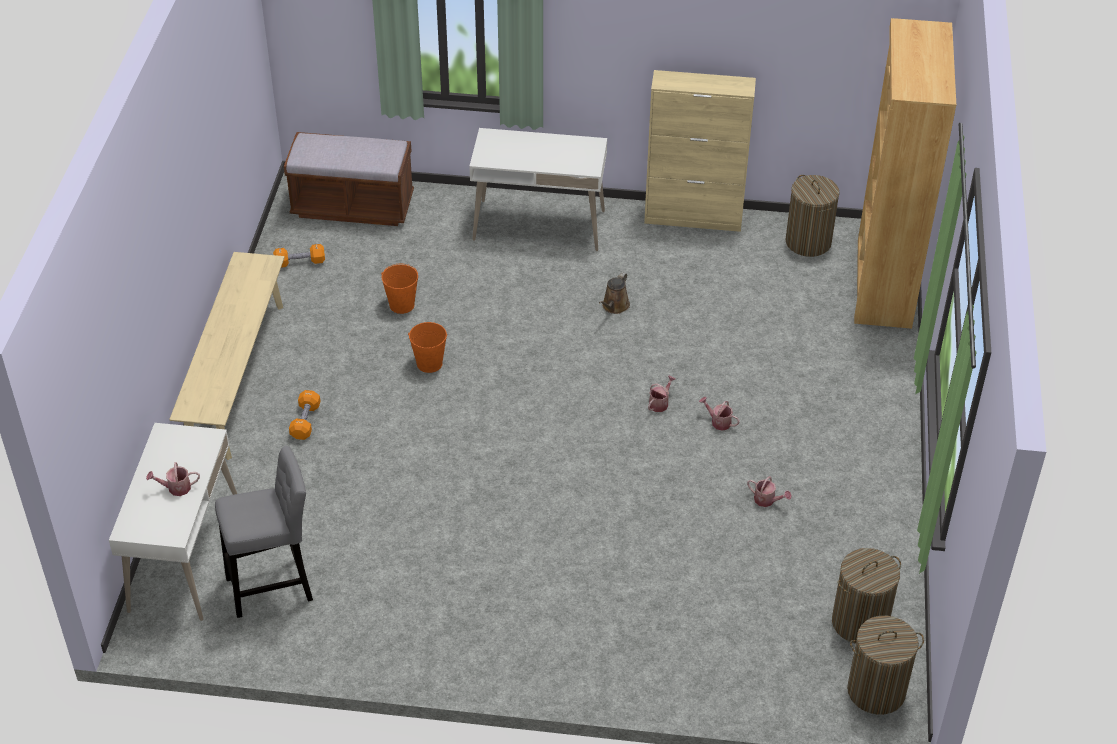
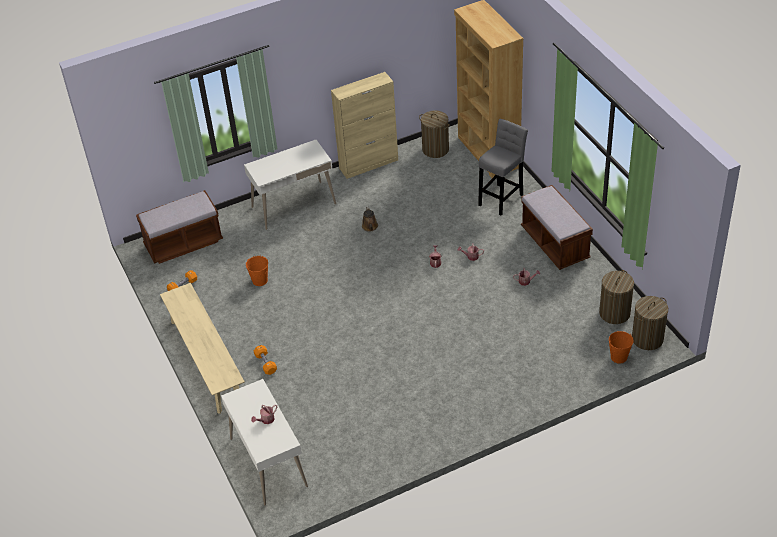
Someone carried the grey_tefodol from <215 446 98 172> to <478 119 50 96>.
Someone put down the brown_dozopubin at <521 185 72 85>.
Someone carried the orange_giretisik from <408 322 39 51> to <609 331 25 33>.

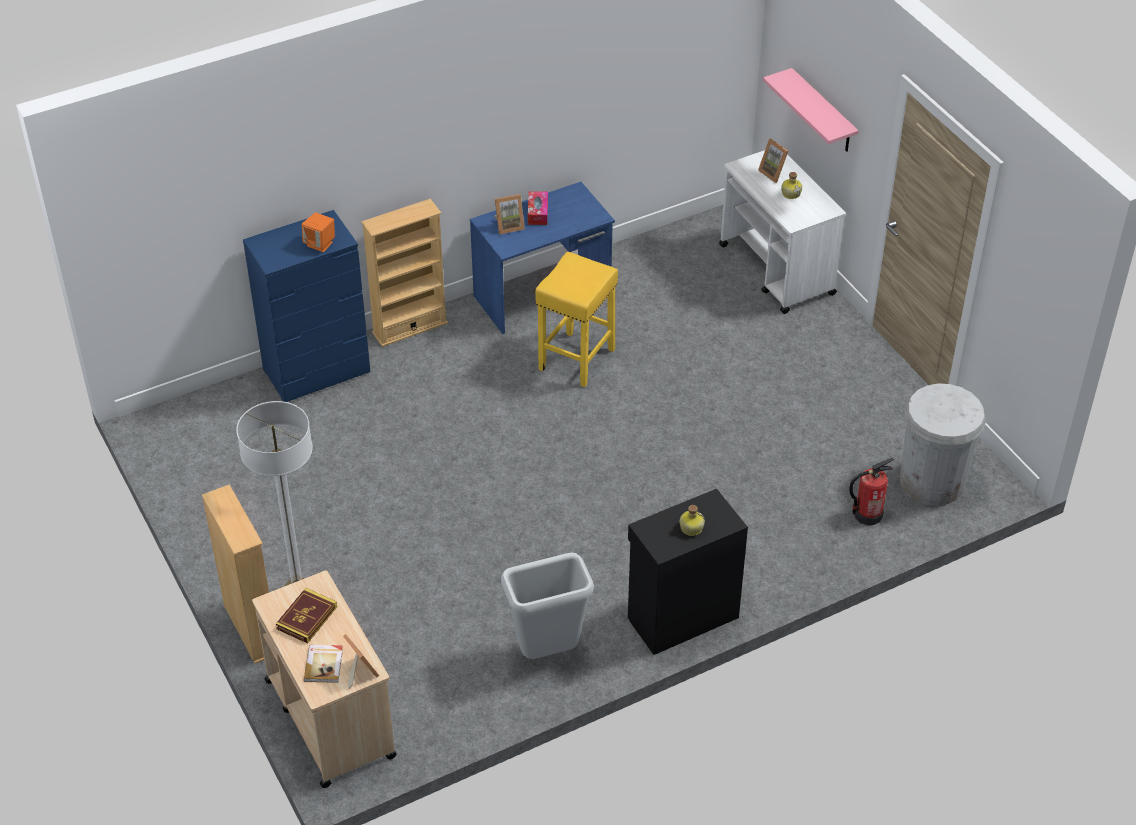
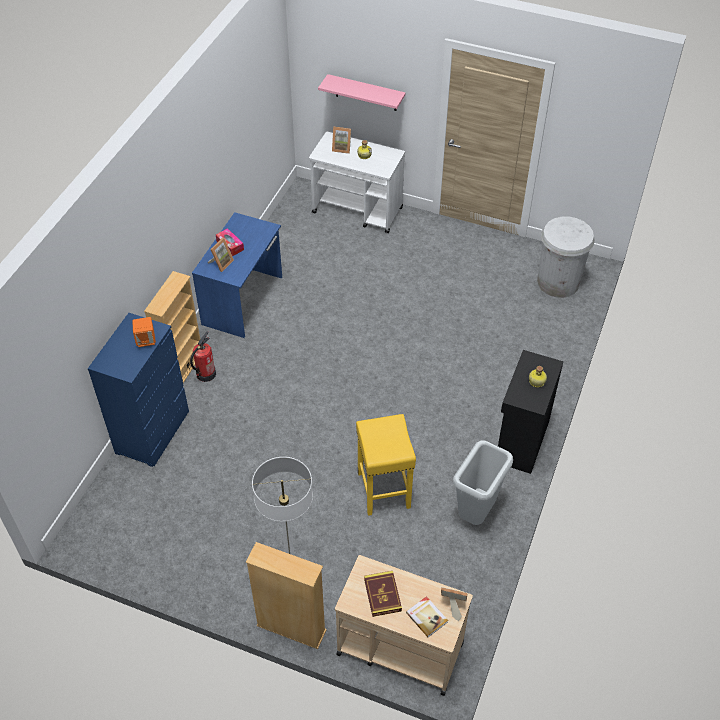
Someone carried the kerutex from <849 458 45 67> to <190 331 26 51>.
Someone carried the yellow_tefodol from <535 252 83 135> to <356 414 60 102>.

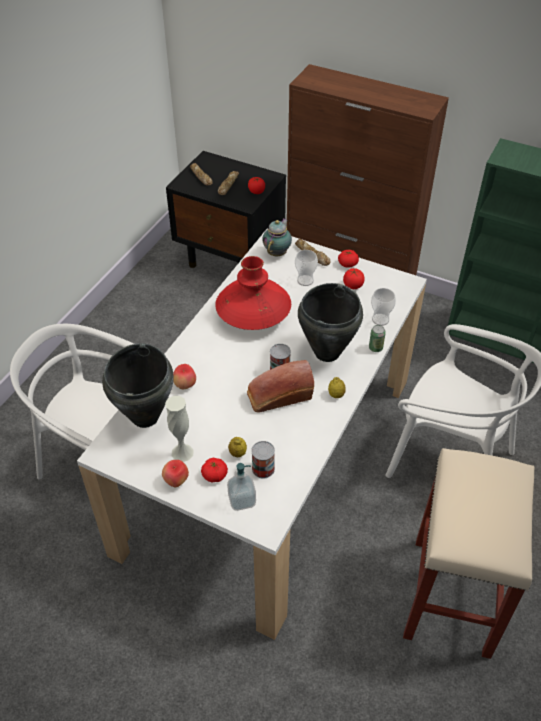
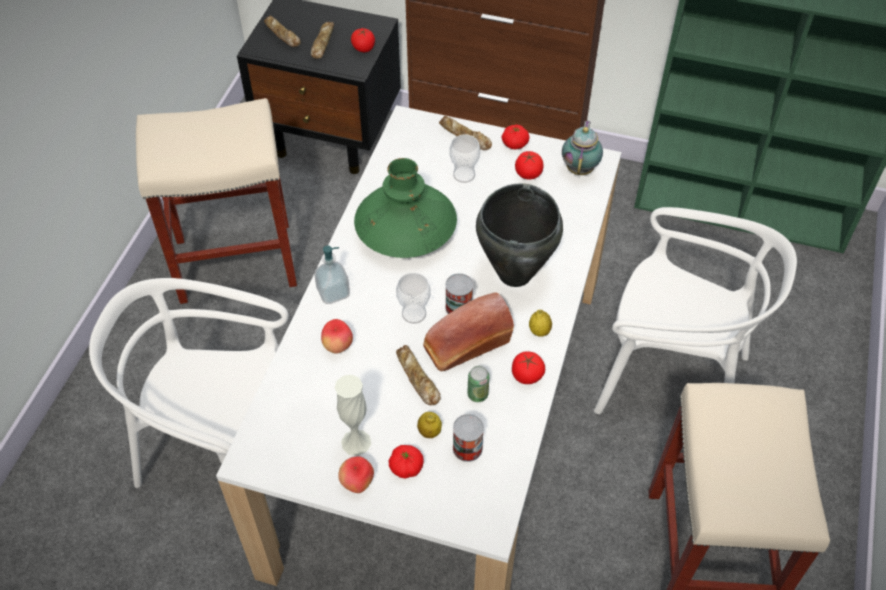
Someone put down the beige_tefodol at <136 98 161 206>.
Someone carried the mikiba from <227 463 29 48> to <314 245 36 59>.
Someone repainted the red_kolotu at <215 256 76 74>, which became the green_kolotu at <354 158 103 100>.
Someone carried the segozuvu from <371 288 25 38> to <396 273 35 51>.
Someone put down the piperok at <396 345 45 60>.
Someone carried the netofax from <369 325 17 27> to <467 366 23 36>.
Someone put down the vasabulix at <512 352 33 32>.
Someone carried the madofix from <262 218 30 38> to <562 120 41 55>.
Someone took away the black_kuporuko at <102 343 72 85>.

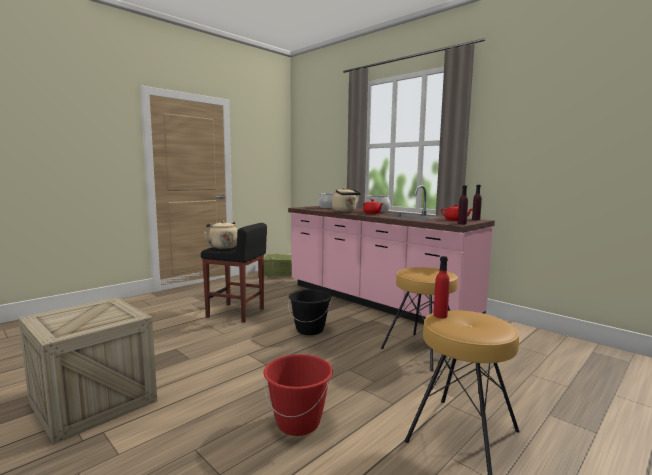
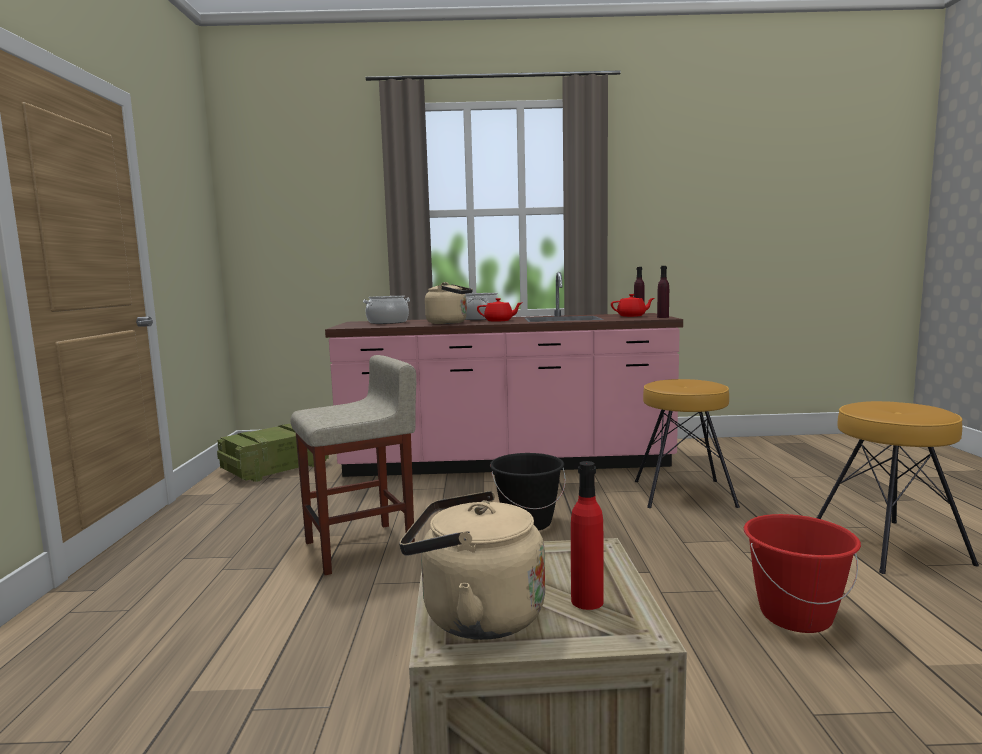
Someone repainted the black_tefodol at <201 223 66 100>, which became the beige_tefodol at <291 355 125 220>.
Someone carried the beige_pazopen from <204 221 34 28> to <399 491 146 149>.
Someone carried the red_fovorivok from <433 256 17 62> to <571 461 32 149>.

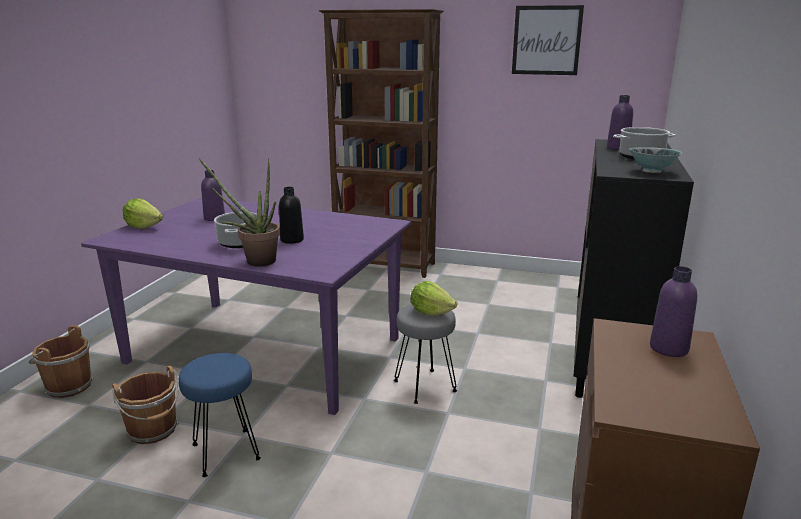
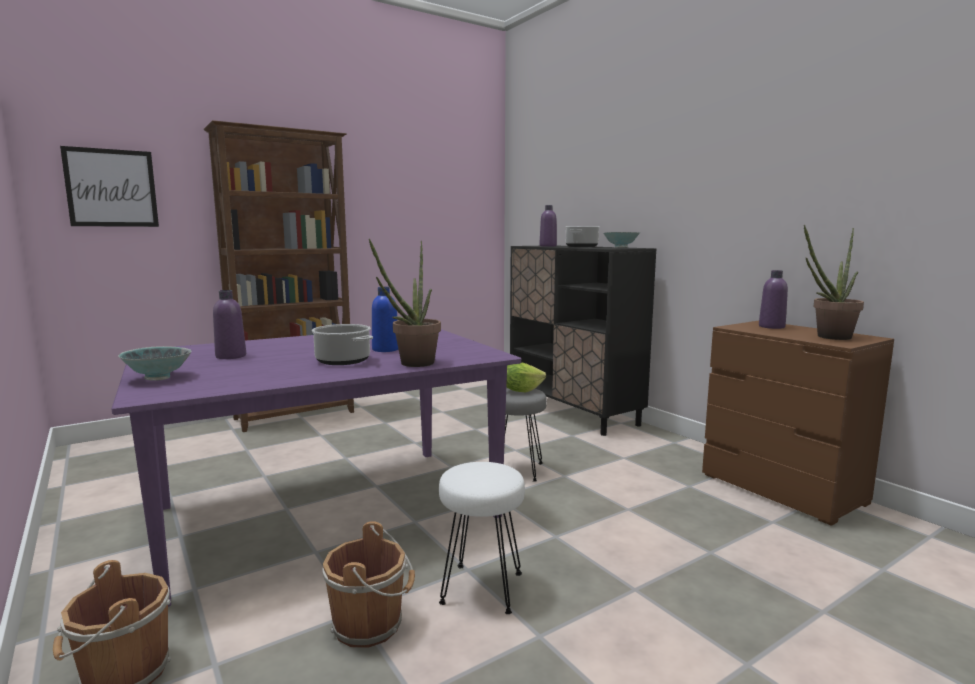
Someone carried the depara from <512 5 72 70> to <60 146 99 81>.
Someone swapped the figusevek at <123 198 40 31> for the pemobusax at <118 346 74 35>.
Someone repainted the black_fovorivok at <279 187 25 57>, which became the blue_fovorivok at <372 287 26 65>.
Someone repainted the blue_tefodol at <179 353 82 124>, which became the white_tefodol at <439 462 86 152>.
Someone put down the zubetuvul at <804 225 60 115>.

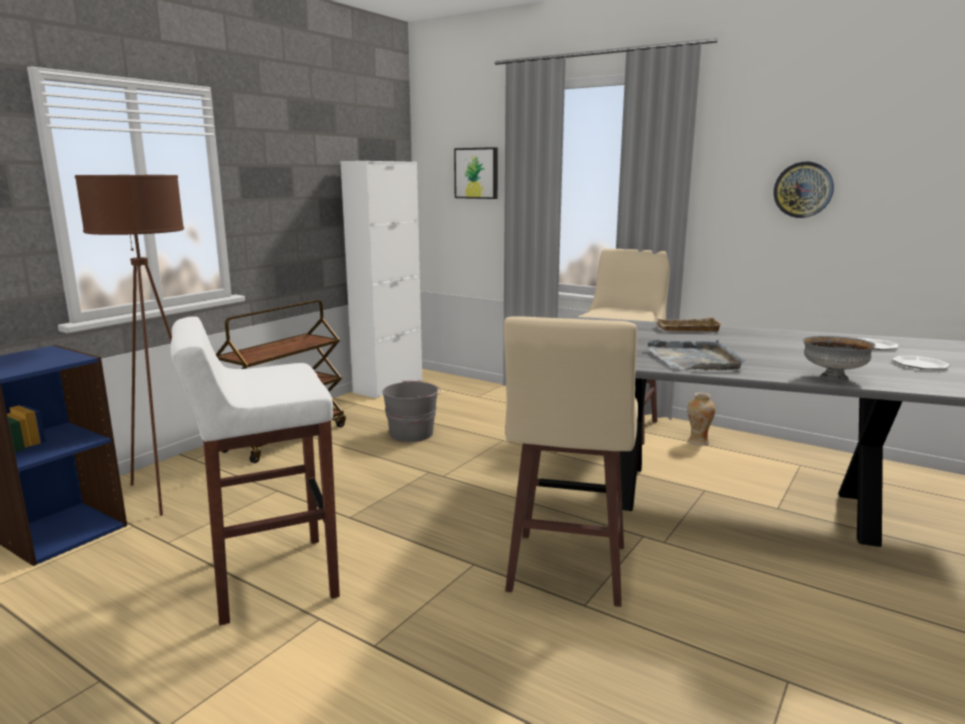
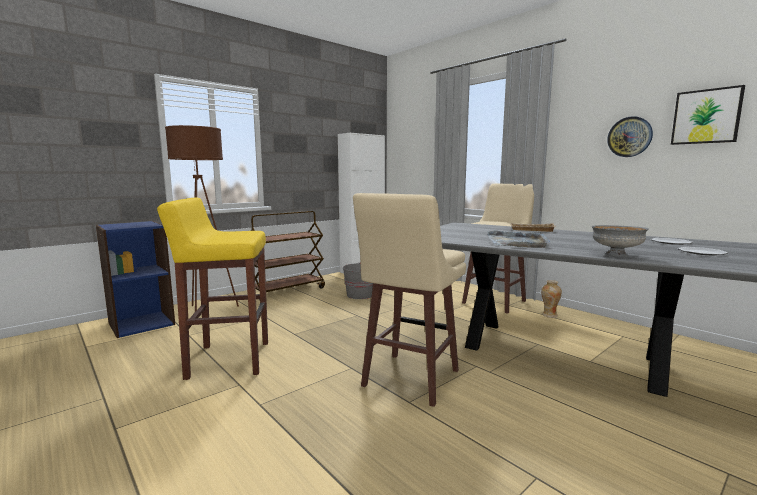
Someone repainted the white_tefodol at <170 316 170 309>, which became the yellow_tefodol at <157 198 111 182>.
Someone carried the depara from <454 147 44 52> to <671 85 74 60>.

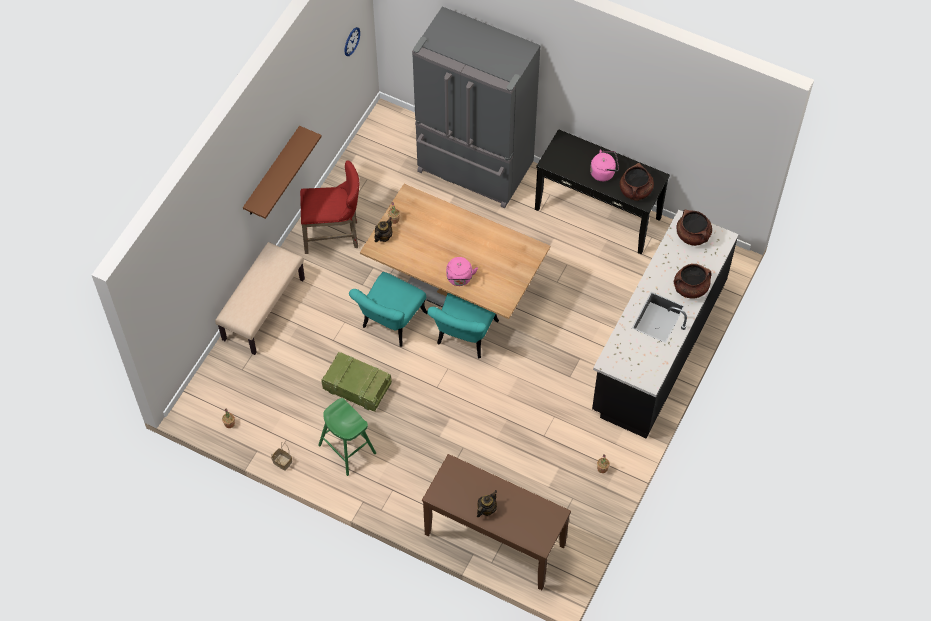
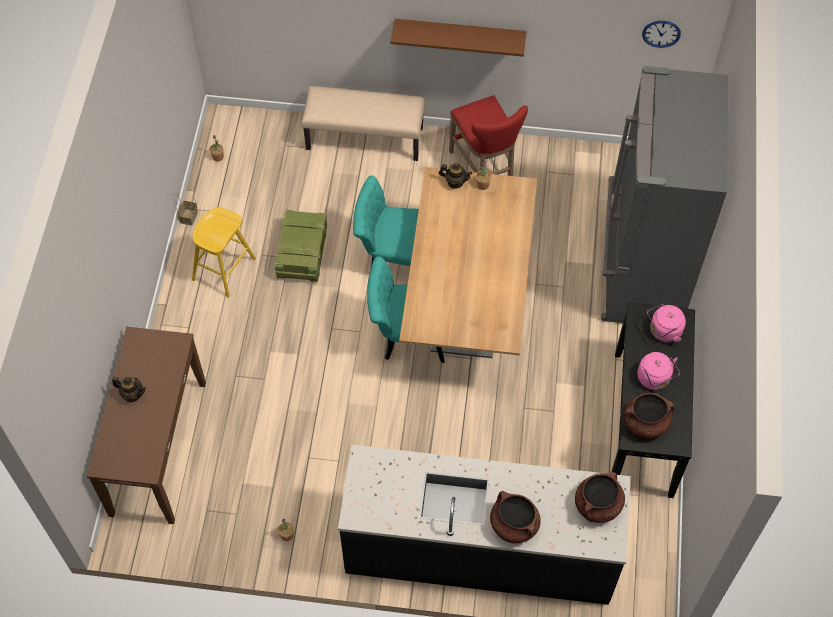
Someone repainted the green_tefodol at <318 398 58 78>, which became the yellow_tefodol at <192 207 64 90>.
Someone carried the pink_pazopen from <446 257 32 29> to <647 304 39 38>.

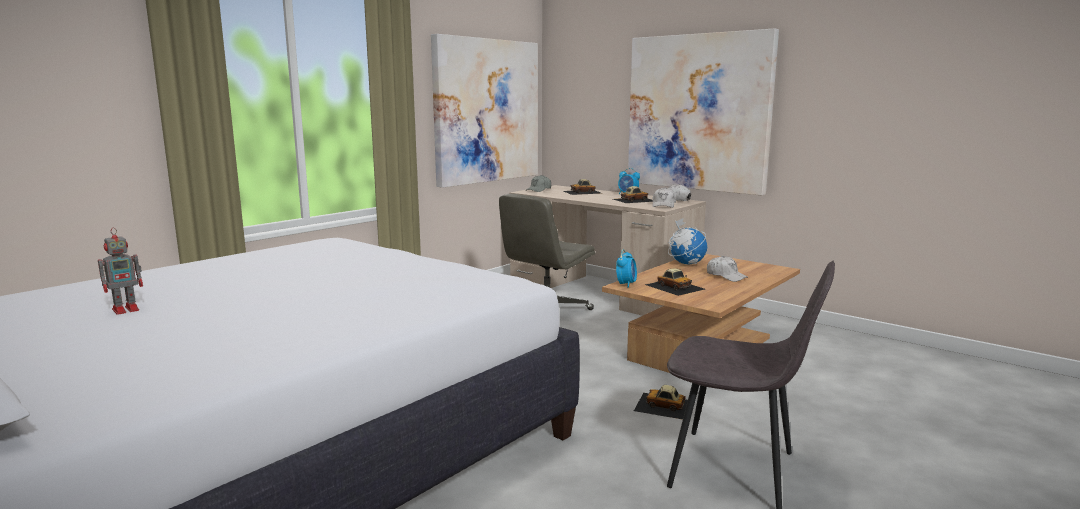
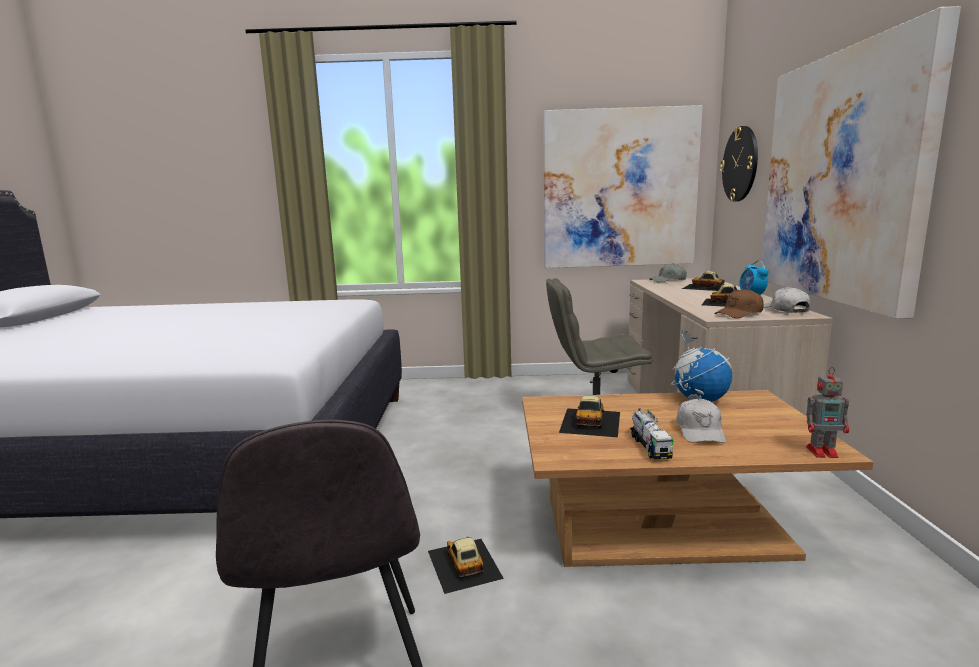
Someone put down the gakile at <630 408 43 52>.
Someone repainted the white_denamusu at <652 187 24 21>, which became the brown_denamusu at <714 289 50 29>.
Someone put up the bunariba at <720 126 38 76>.
Someone carried the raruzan from <98 228 45 87> to <806 367 43 91>.
Someone took away the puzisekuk at <616 249 21 39>.

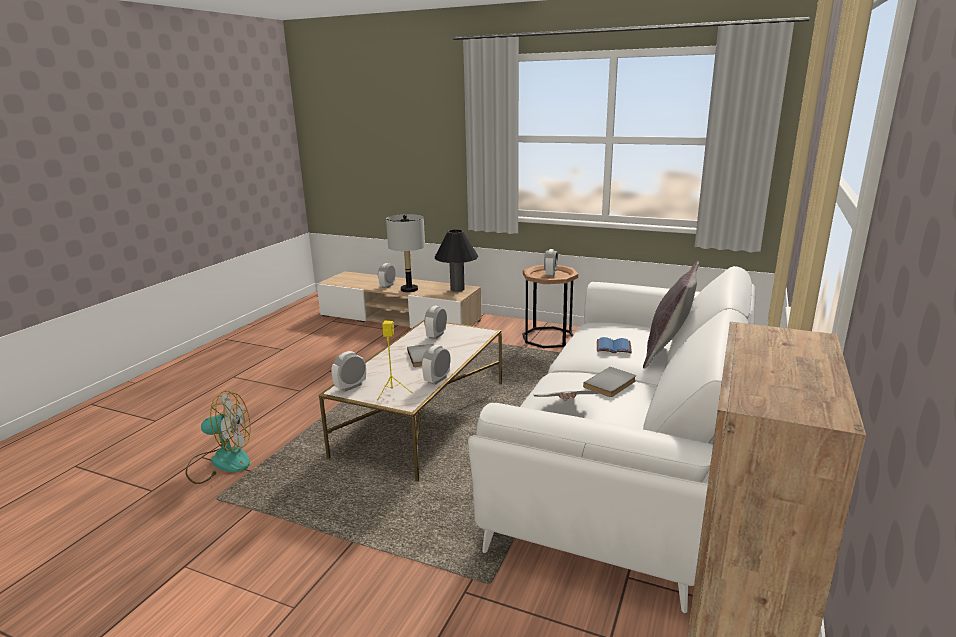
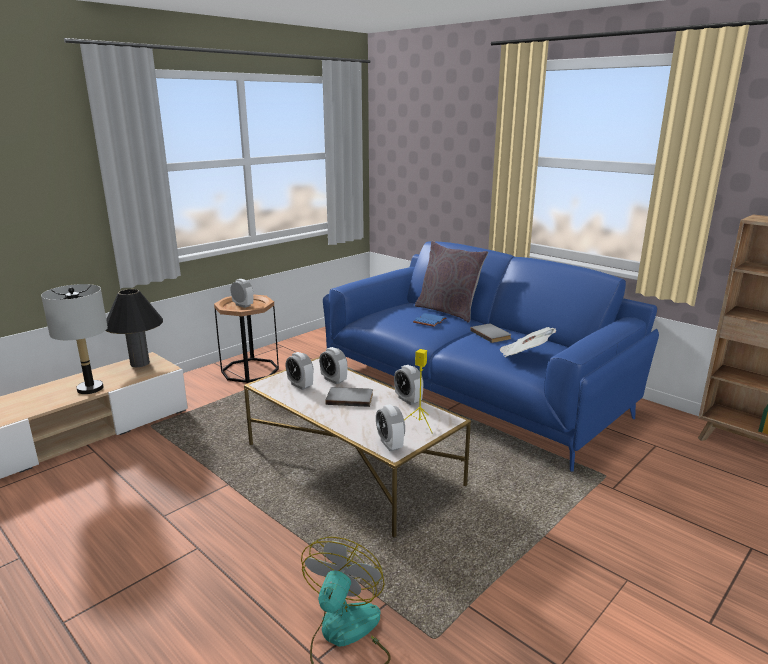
Someone carried the puzisekuk from <378 263 18 25> to <319 347 28 37>.
Someone repainted the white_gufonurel at <468 266 288 347>, which became the blue_gufonurel at <323 241 336 230>.

